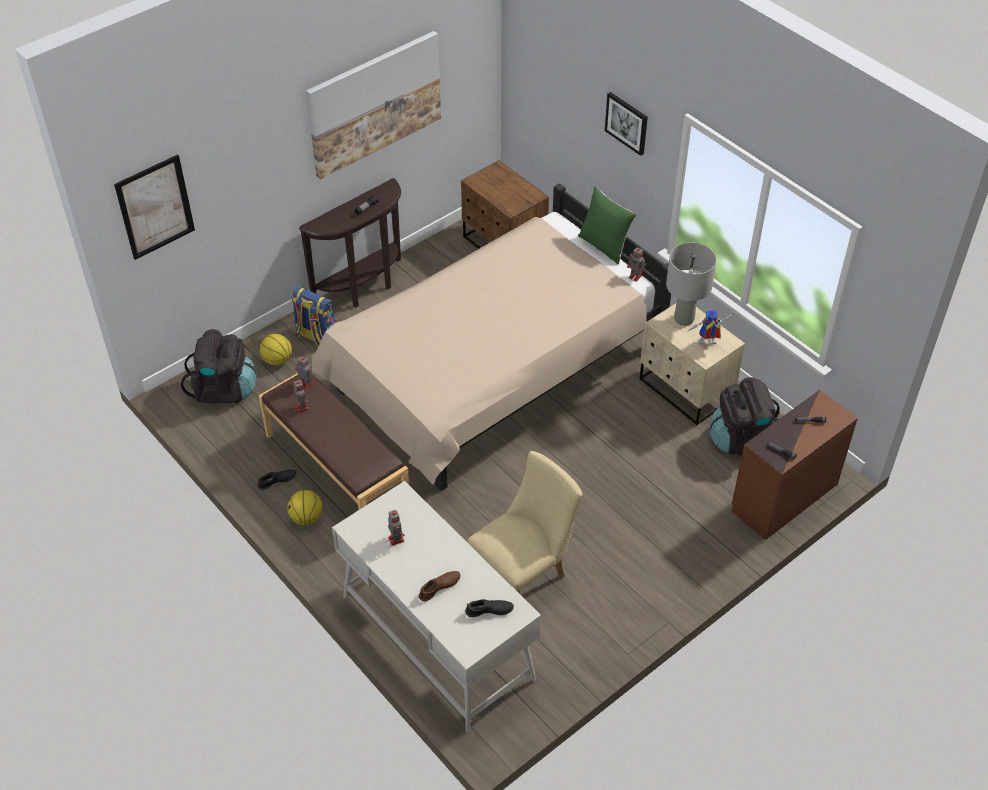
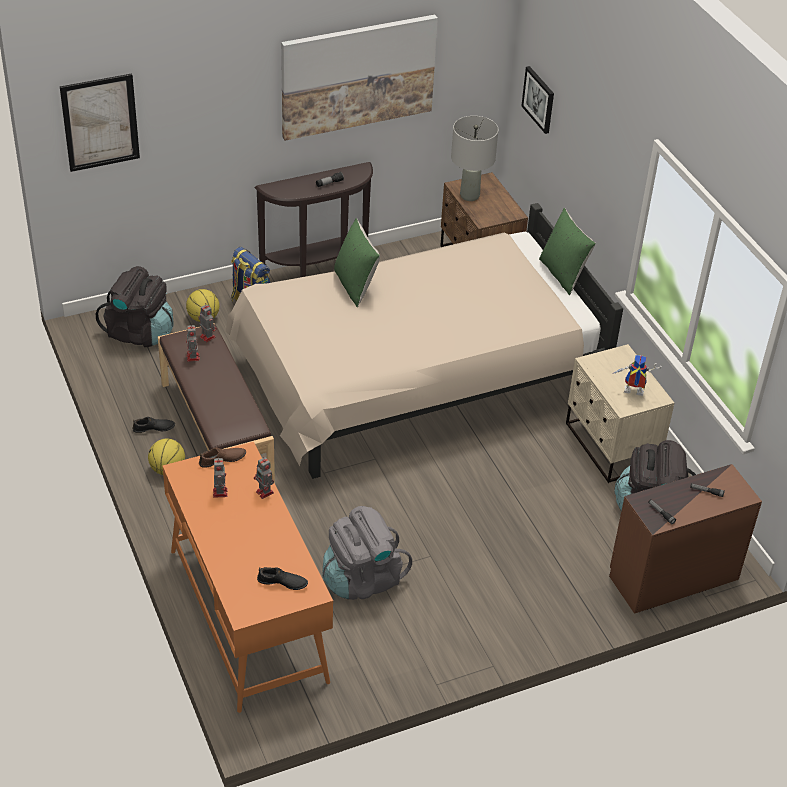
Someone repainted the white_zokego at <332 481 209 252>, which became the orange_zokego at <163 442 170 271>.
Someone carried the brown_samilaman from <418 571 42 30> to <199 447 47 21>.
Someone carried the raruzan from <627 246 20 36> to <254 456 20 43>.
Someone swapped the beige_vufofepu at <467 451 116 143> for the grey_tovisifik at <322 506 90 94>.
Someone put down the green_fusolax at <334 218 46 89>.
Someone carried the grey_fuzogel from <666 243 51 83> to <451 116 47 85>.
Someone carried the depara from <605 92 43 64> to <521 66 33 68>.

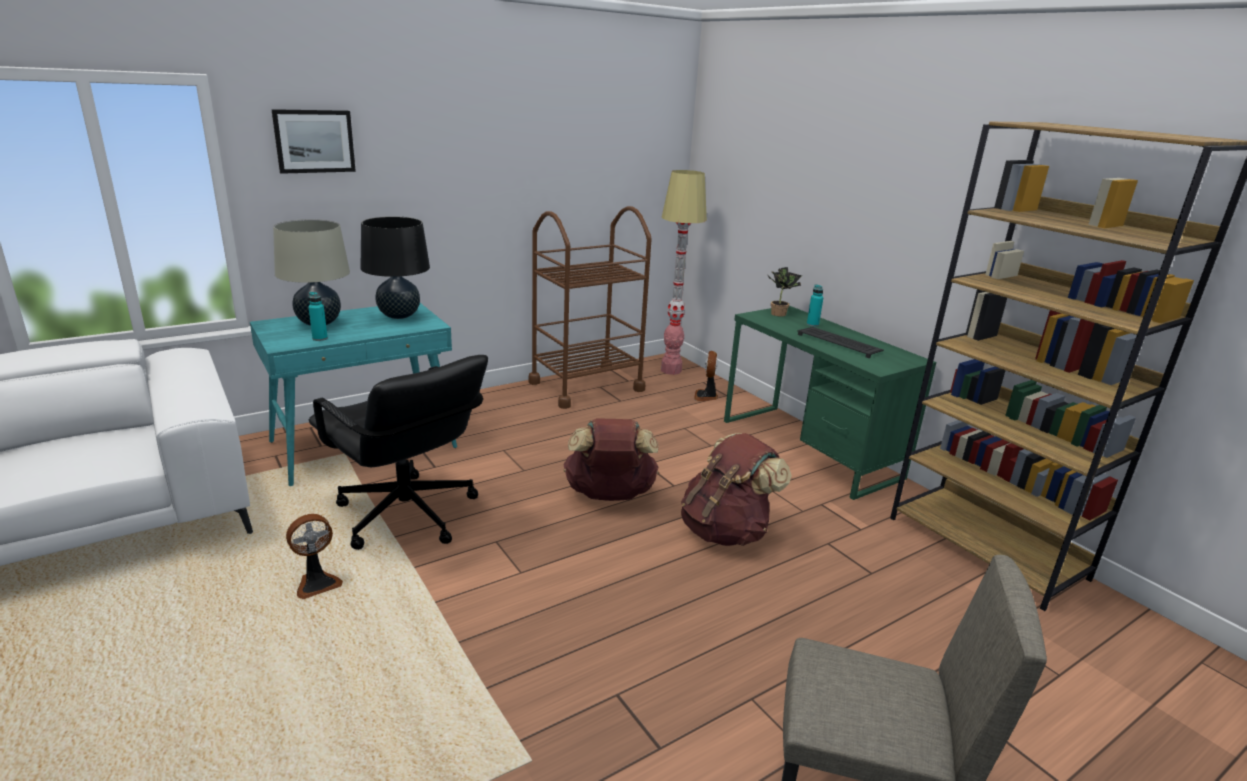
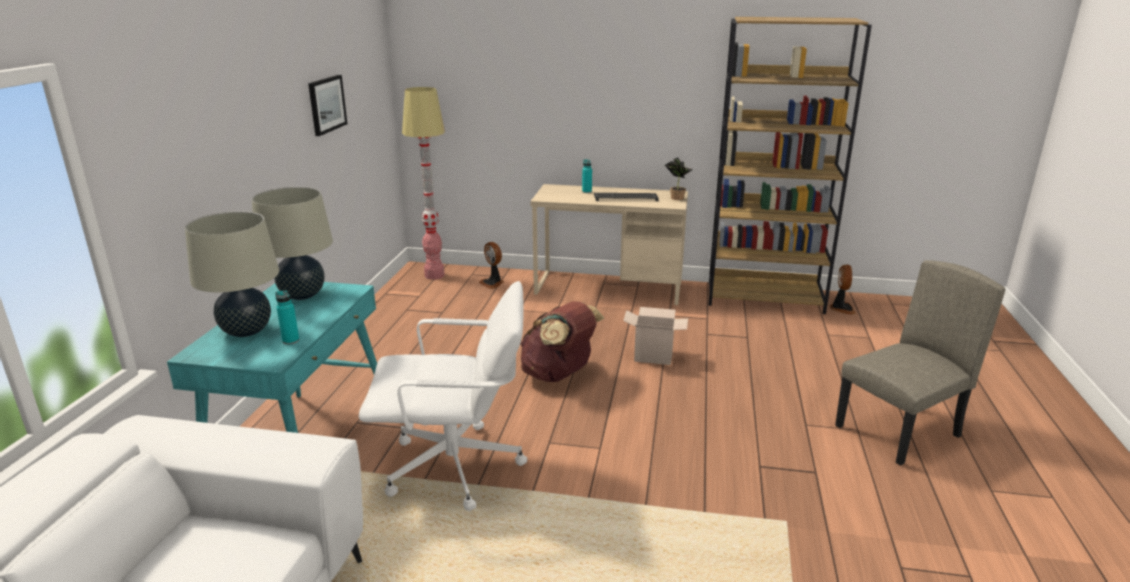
Someone repainted the black_fuzogel at <360 216 70 103>, which became the beige_fuzogel at <252 187 81 113>.
Someone carried the depara from <271 109 85 65> to <308 75 39 61>.
Someone repainted the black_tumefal at <309 355 179 195>, which became the white_tumefal at <359 281 168 230>.
Someone repainted the green_zokego at <724 306 212 194>, which became the beige_zokego at <530 184 158 121>.
Someone swapped the brown_tovisifik at <681 433 110 113> for the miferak at <623 307 65 58>.
Someone carried the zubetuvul from <768 267 34 50> to <665 158 28 42>.
Someone carried the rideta from <286 514 57 85> to <830 265 26 50>.
Someone took away the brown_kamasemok at <529 206 123 203>.

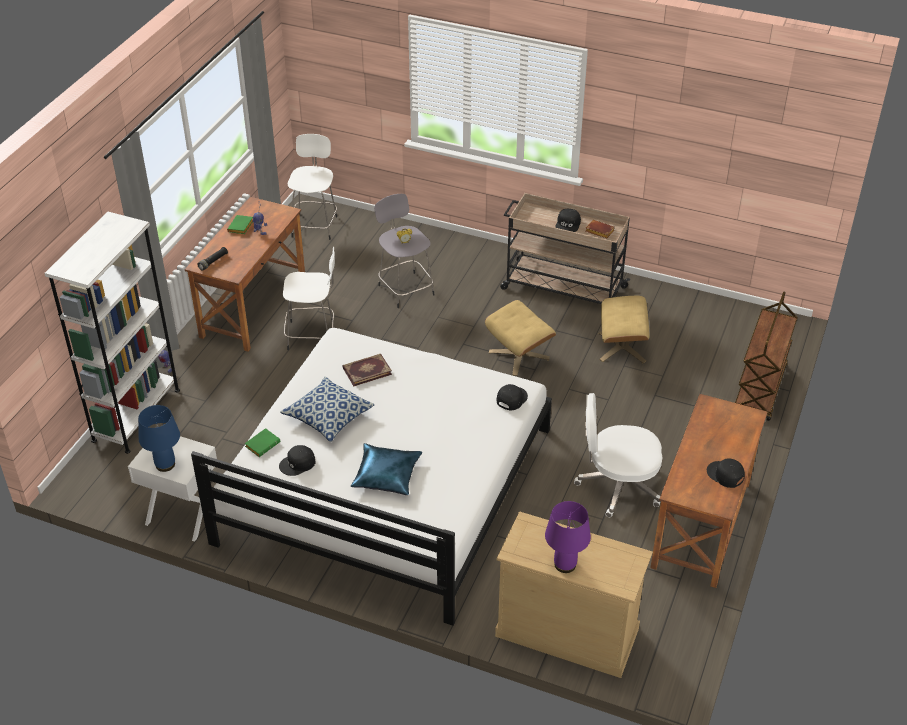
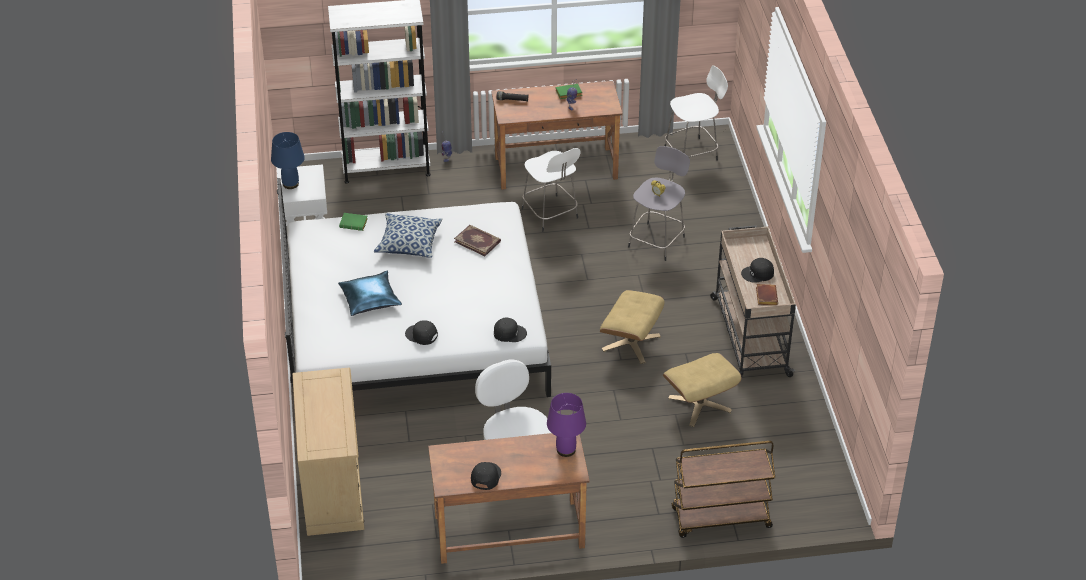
Someone carried the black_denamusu from <279 445 37 31> to <405 320 33 25>.
Someone carried the purple_fuzogel from <545 501 46 72> to <547 393 39 64>.

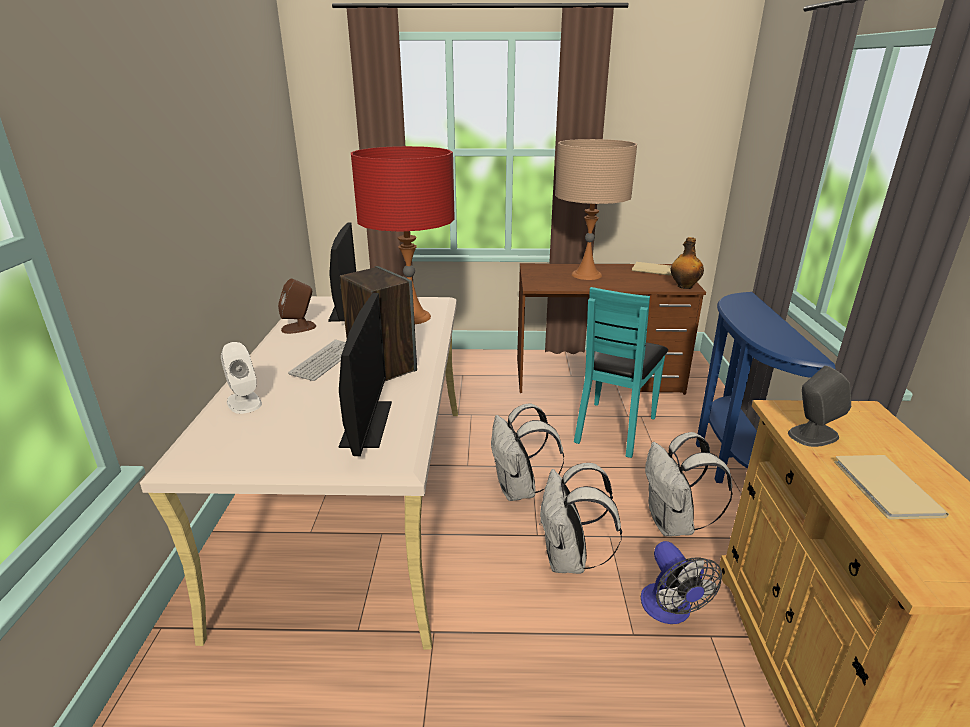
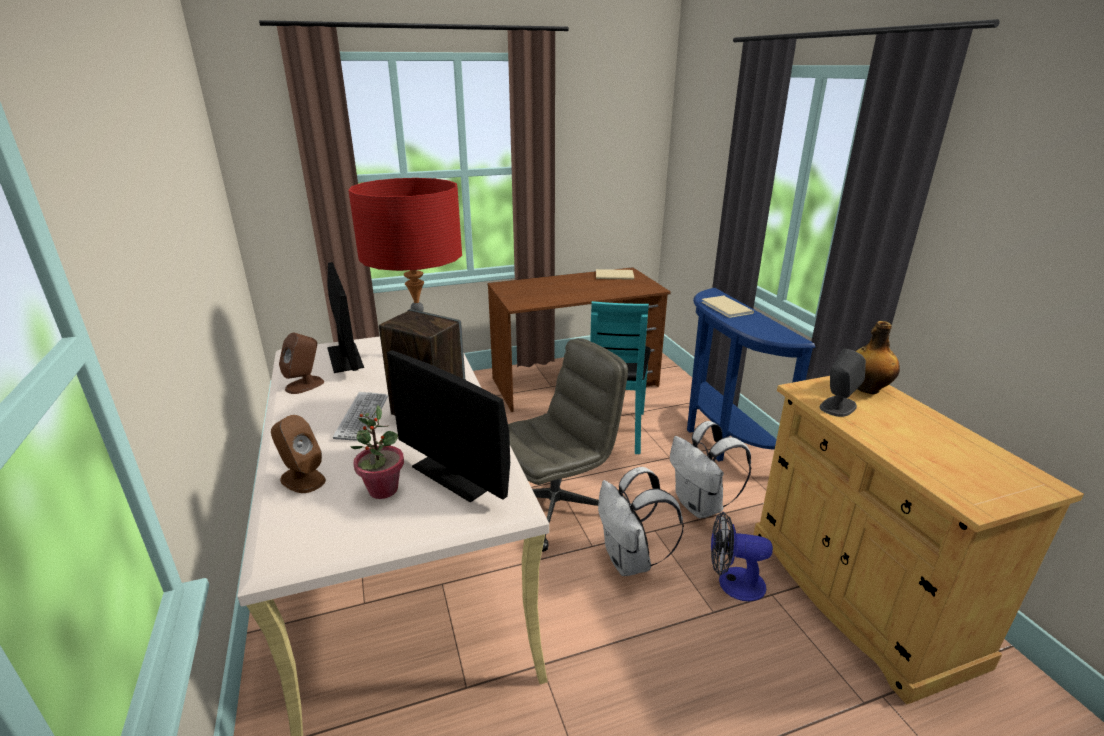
Someone repainted the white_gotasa at <221 342 41 72>, which became the brown_gotasa at <271 415 55 78>.
Someone put down the zubetuvul at <350 405 54 94>.
Someone rotated the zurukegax at <339 293 53 163> by 150 degrees clockwise.
Someone swapped the white_tovisifik at <491 403 73 98> for the grey_tumefal at <508 338 120 214>.
Someone carried the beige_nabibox from <834 455 115 64> to <702 296 52 22>.
Someone rotated the rideta at <641 541 81 83> by 135 degrees clockwise.
Someone carried the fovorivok from <671 237 33 52> to <856 321 44 73>.
Someone took away the beige_fuzogel at <555 139 82 141>.

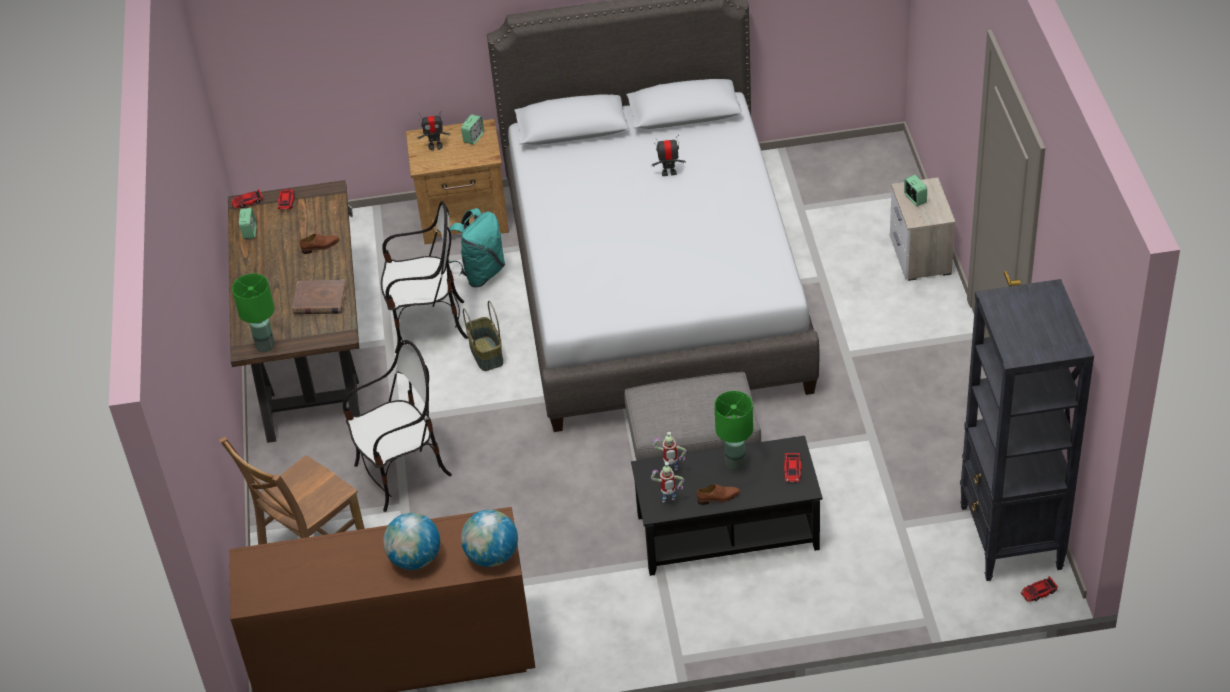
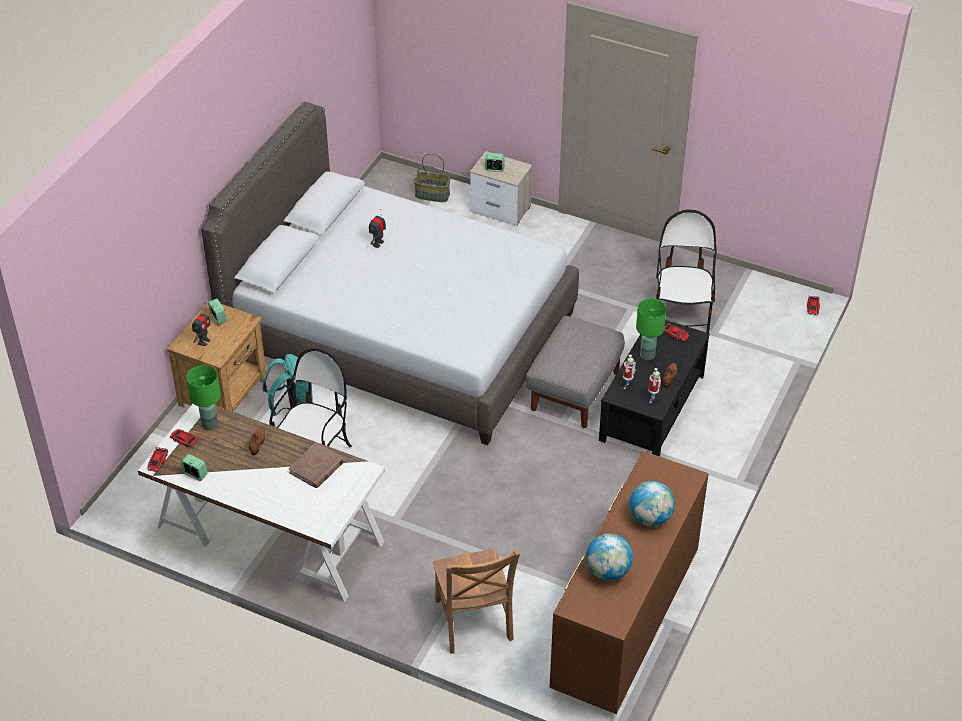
Someone repainted the brown_zokego at <228 180 132 263>, which became the white_zokego at <138 404 247 198>.
Someone carried the green_fuzogel from <232 274 43 78> to <186 365 35 65>.
Someone carried the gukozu from <463 301 40 70> to <414 153 36 49>.
Someone carried the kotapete from <461 510 57 57> to <586 533 47 48>.
Someone carried the vufofepu from <343 340 109 172> to <656 210 60 123>.
Someone took away the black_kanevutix at <960 279 134 302>.

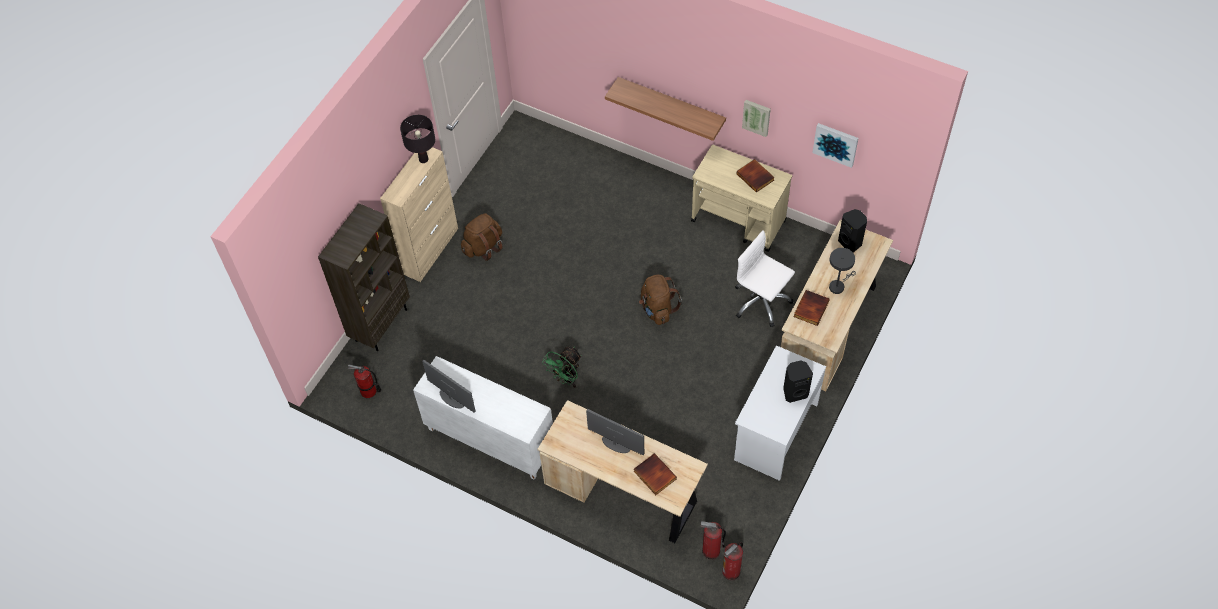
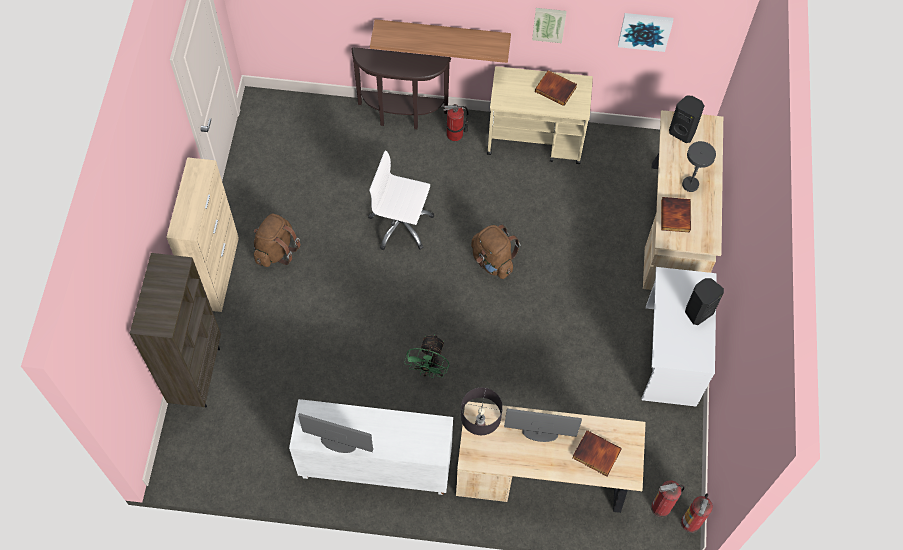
Someone put down the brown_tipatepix at <351 47 101 82>.
Someone carried the white_tumefal from <735 230 60 97> to <368 151 66 99>.
Someone carried the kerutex from <348 364 33 34> to <443 104 25 37>.
Someone carried the black_fuzogel from <400 115 35 48> to <461 387 42 48>.

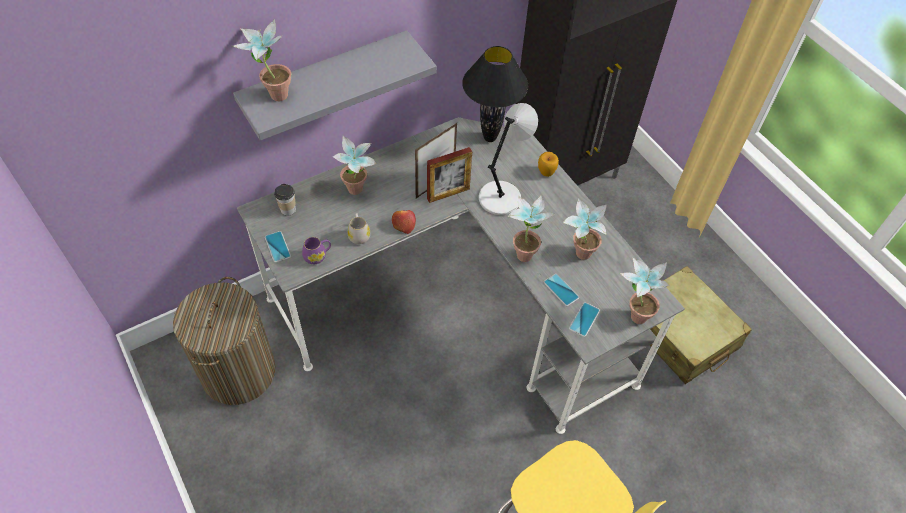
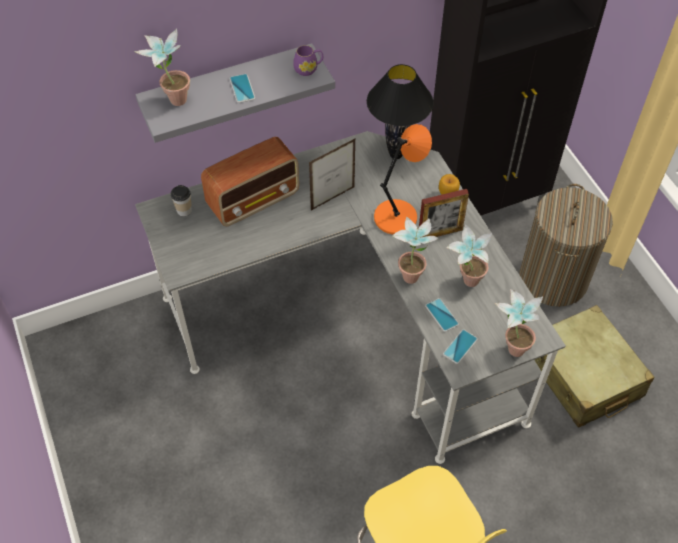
Someone swapped the zubetuvul at <333 136 44 59> for the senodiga at <201 137 98 89>.
Someone carried the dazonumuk from <265 231 26 32> to <230 74 25 29>.
Someone carried the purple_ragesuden from <302 237 29 27> to <293 45 30 31>.
Someone repainted the grey_fuzogel at <479 103 59 112>, which became the orange_fuzogel at <374 124 58 111>.
Someone carried the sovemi from <427 147 45 56> to <419 189 50 49>.
Someone carried the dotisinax from <173 277 103 128> to <520 184 93 123>.
Someone took away the white_ragesuden at <347 213 23 31>.
Someone took away the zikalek at <392 210 24 24>.

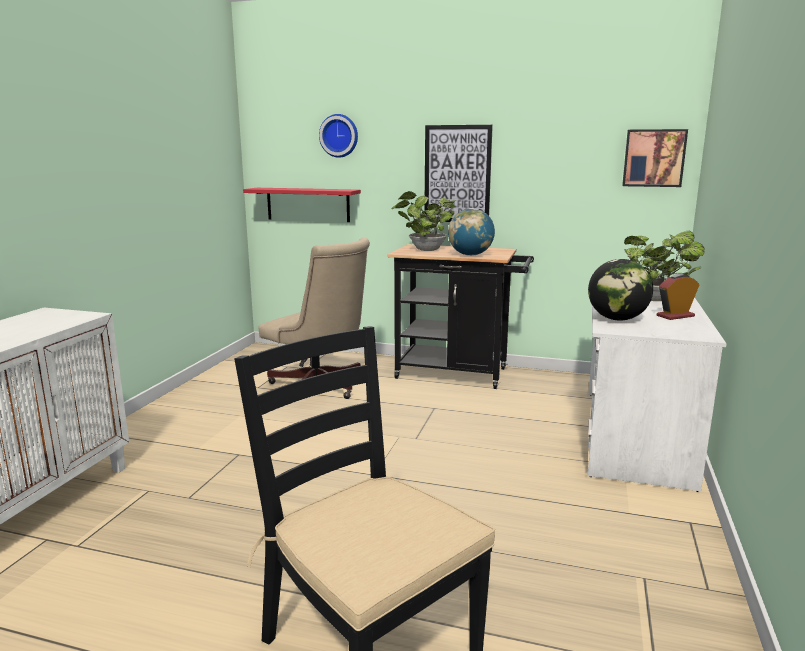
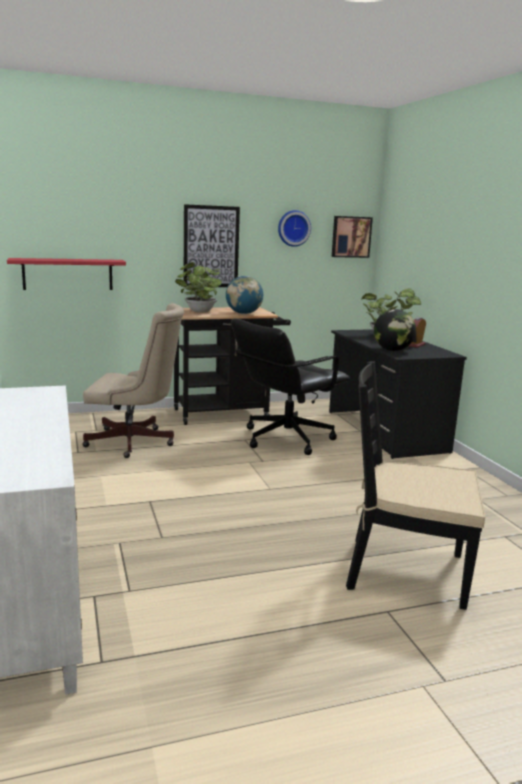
Someone put down the black_tumefal at <231 319 119 136>.
Someone carried the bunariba from <319 114 39 44> to <278 210 33 37>.
Someone repainted the white_zokego at <588 297 139 195>, which became the black_zokego at <329 329 138 130>.

